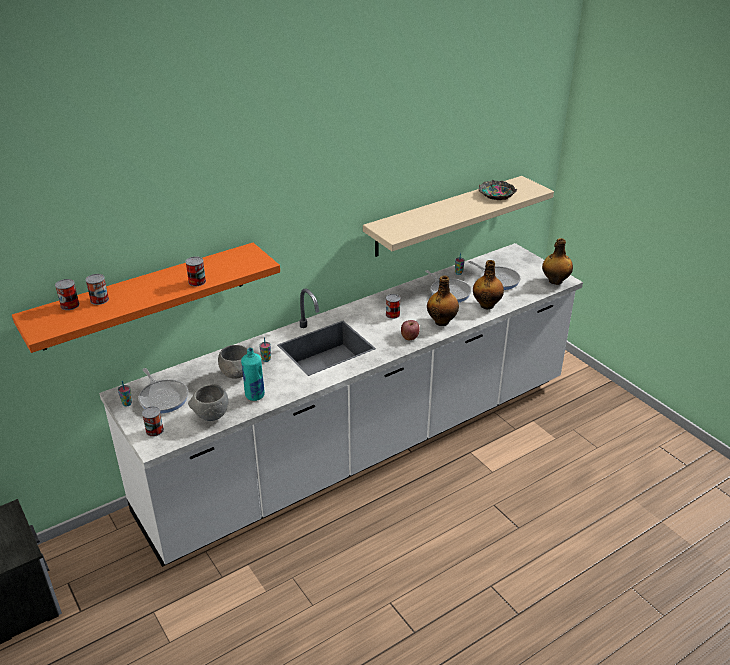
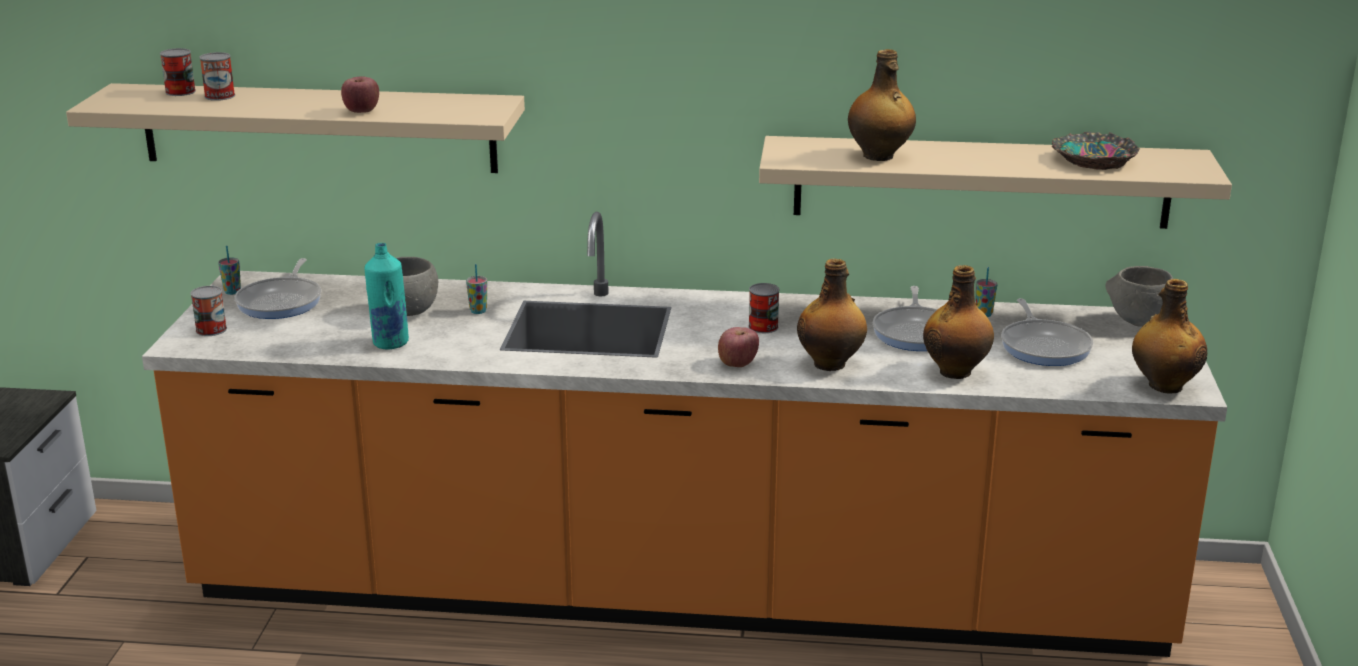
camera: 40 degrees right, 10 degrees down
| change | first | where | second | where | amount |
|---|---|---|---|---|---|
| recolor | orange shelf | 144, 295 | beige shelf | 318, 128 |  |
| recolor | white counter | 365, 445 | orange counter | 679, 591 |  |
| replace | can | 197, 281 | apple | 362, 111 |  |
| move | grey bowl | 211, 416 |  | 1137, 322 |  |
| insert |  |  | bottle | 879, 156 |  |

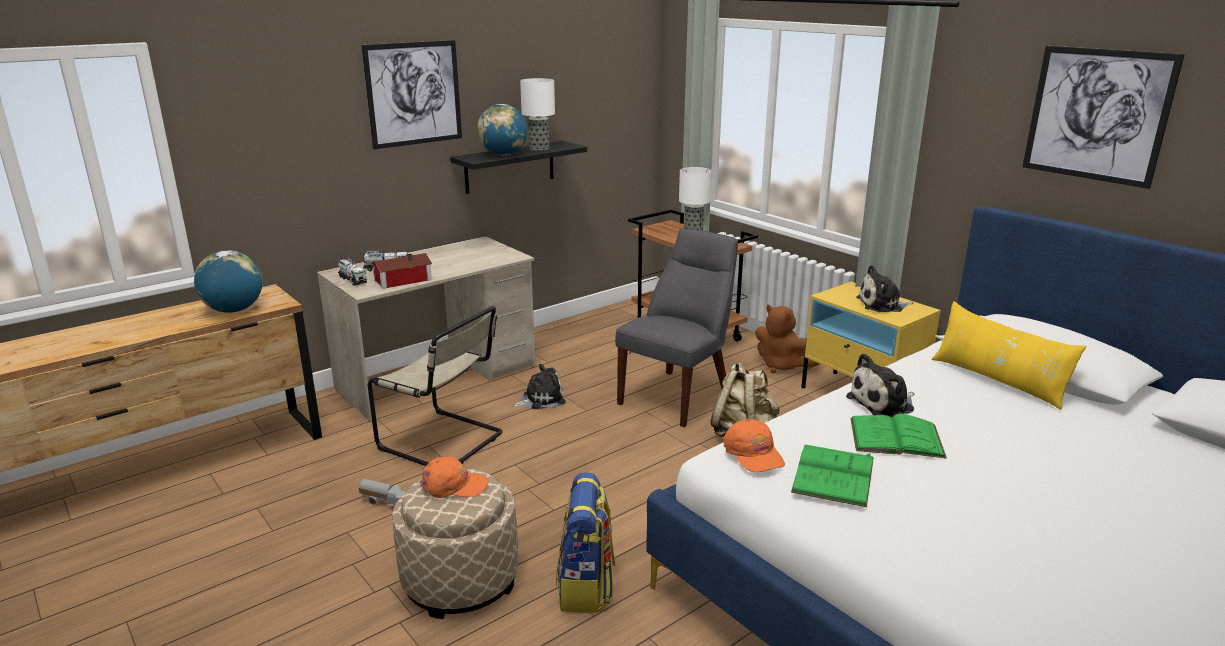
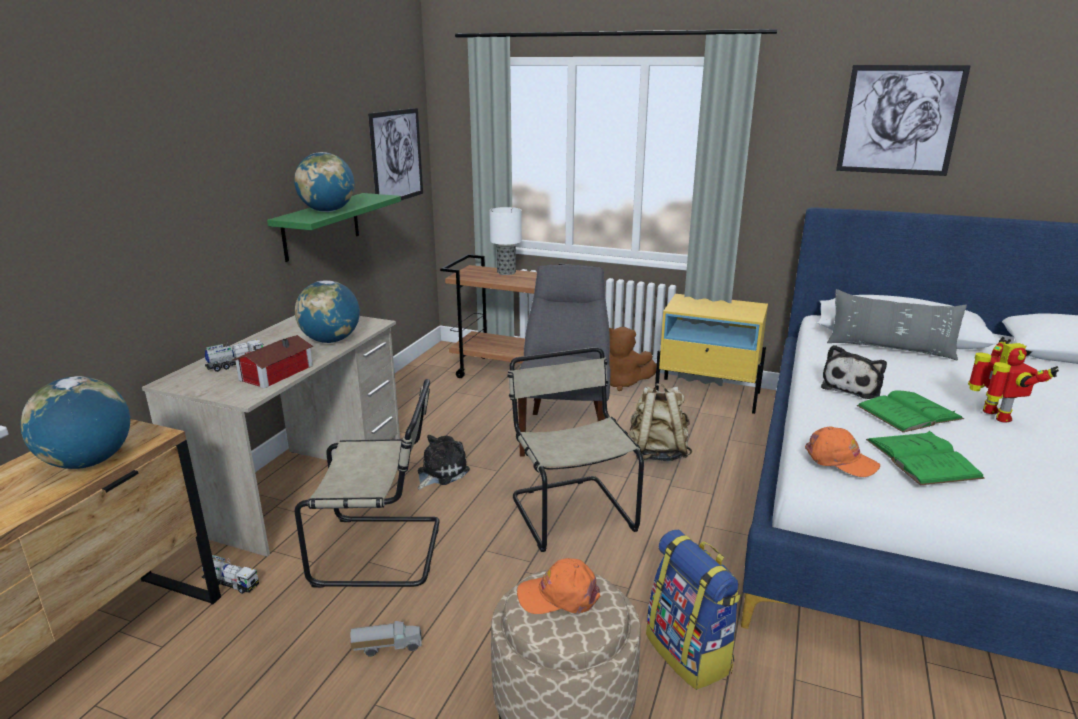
camera: 30 degrees left, 0 degrees up
| change | first | where | second | where | amount |
|---|---|---|---|---|---|
| move | picture | 414, 93 |  | 397, 156 |  |
| delete | table lamp | 540, 148 |  |  |  |
| recolor | black shelf | 510, 167 | green shelf | 321, 226 |  |
| move | toy truck | 352, 280 |  | 231, 583 |  |
| delete | plush toy | 882, 305 |  |  |  |
| recolor | yellow pillow | 997, 381 | grey pillow | 889, 349 |  |
| rotate | orange cap | 453, 485 |  | 559, 595 | 150 degrees counterclockwise |
| insert |  |  | globe | 331, 340 |  |
| insert |  |  | toy robot | 995, 416 |  |
| insert |  |  | beige chair | 570, 511 |  |

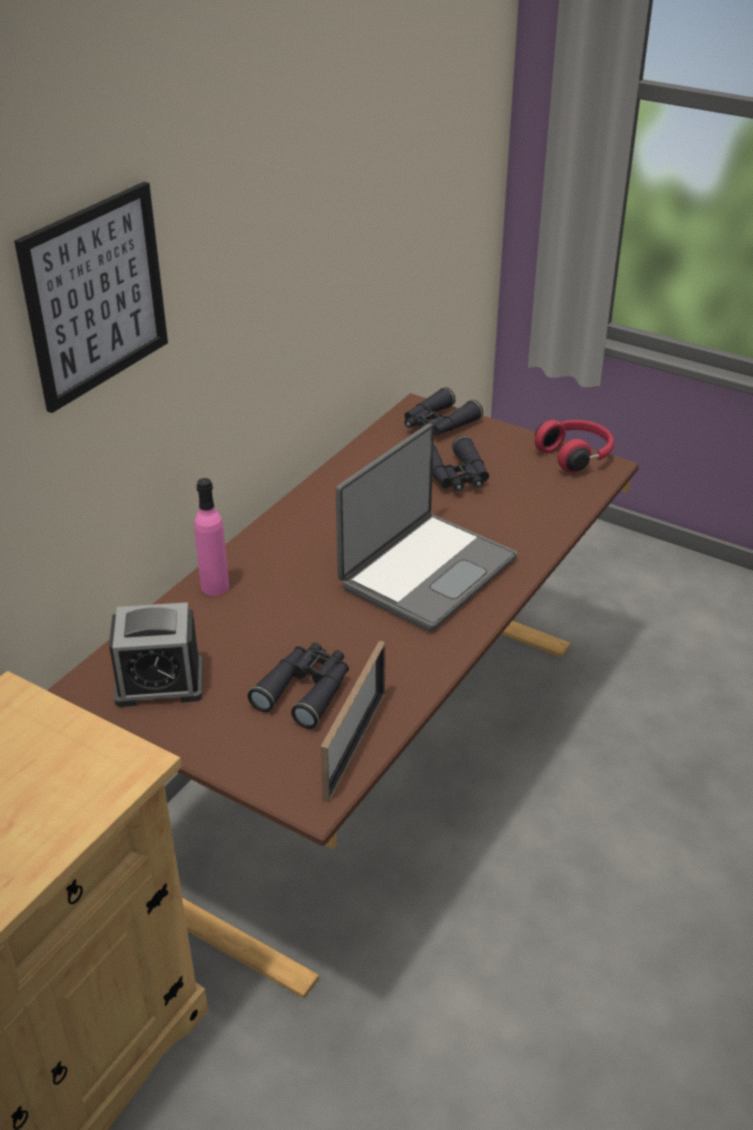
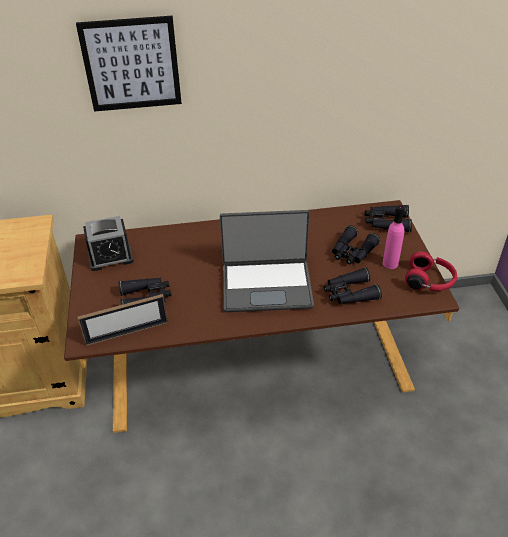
camera: 50 degrees right, 5 degrees up
| change | first | where | second | where | amount |
|---|---|---|---|---|---|
| move | pink bottle | 215, 586 |  | 390, 263 |  |
| rotate | alarm clock | 159, 682 |  | 110, 257 | 60 degrees counterclockwise |
| insert |  |  | black binoculars | 349, 293 |  |

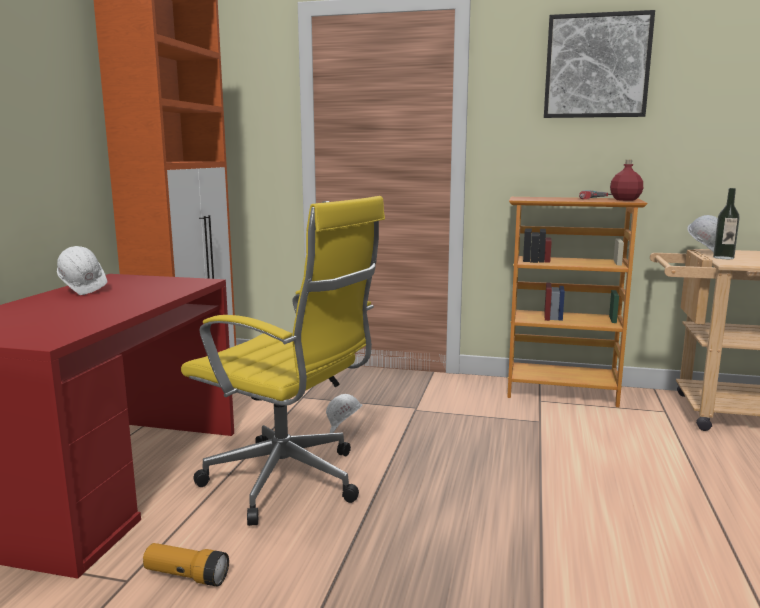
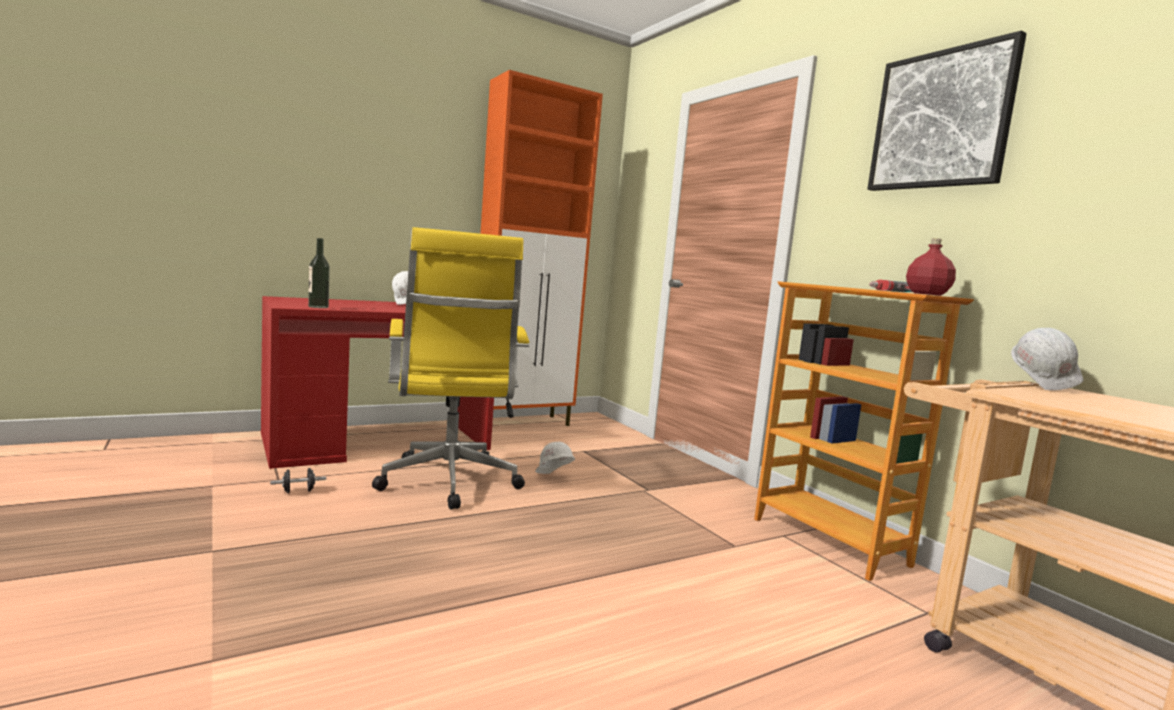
camera: 45 degrees right, 5 degrees down
| change | first | where | second | where | amount |
|---|---|---|---|---|---|
| move | bottle | 723, 257 |  | 318, 307 |  |
| replace | flashlight | 186, 576 | black dumbbell | 298, 491 |  |

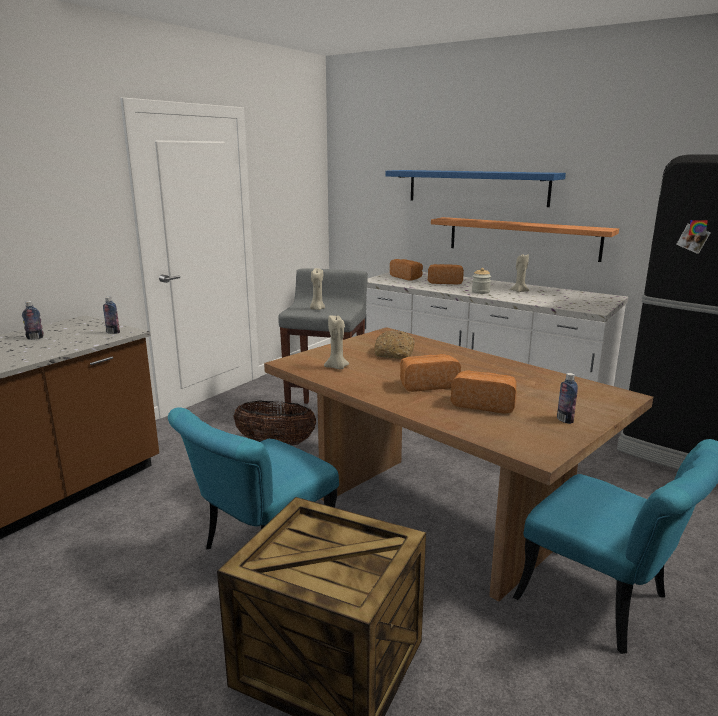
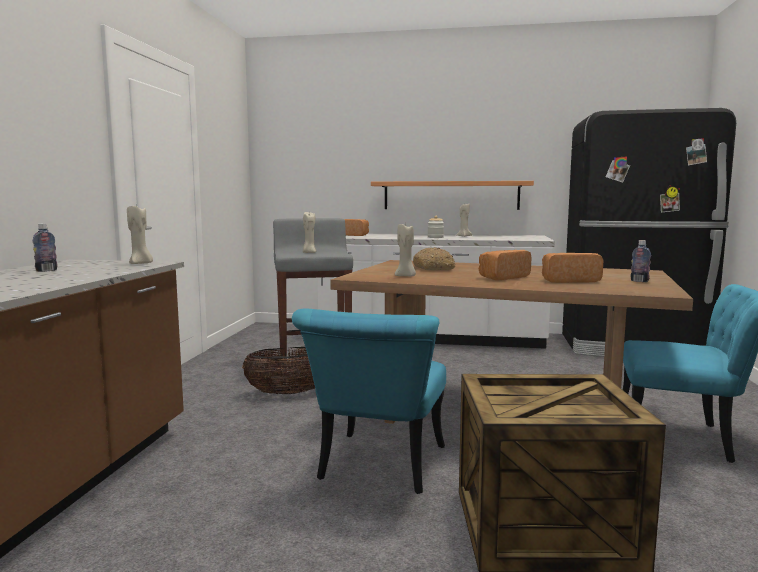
camera: 25 degrees left, 10 degrees down
| change | first | where | second | where | amount |
|---|---|---|---|---|---|
| delete | blue shelf | 476, 187 |  |  |  |
| delete | bread | 445, 282 |  |  |  |
| replace | bottle | 113, 332 | beige candle | 140, 264 |  |

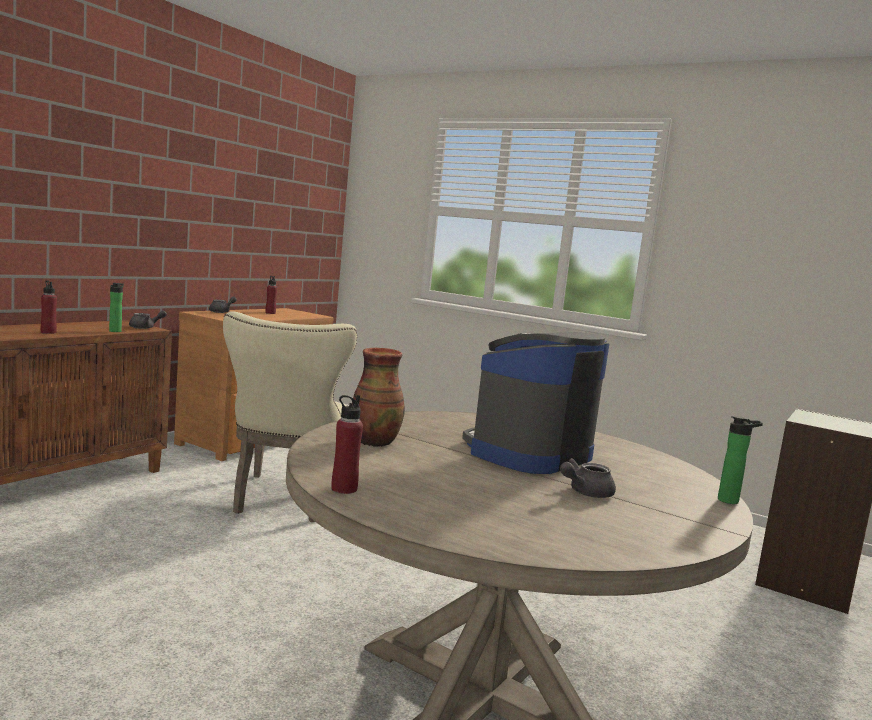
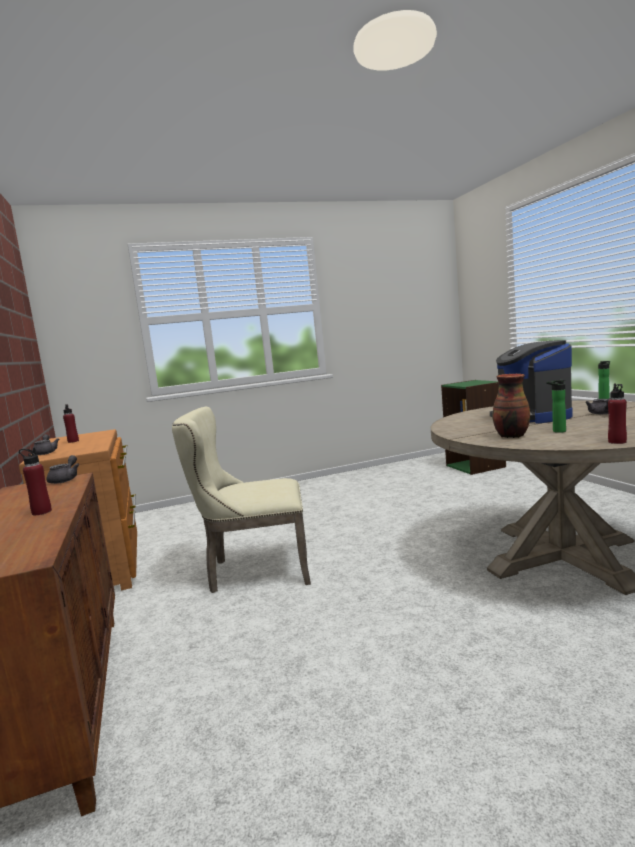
camera: 50 degrees left, 0 degrees up
| change | first | where | second | where | amount |
|---|---|---|---|---|---|
| move | bottle | 116, 331 |  | 557, 431 |  |
| rotate | beige chair | 286, 501 |  | 253, 571 | 135 degrees clockwise |

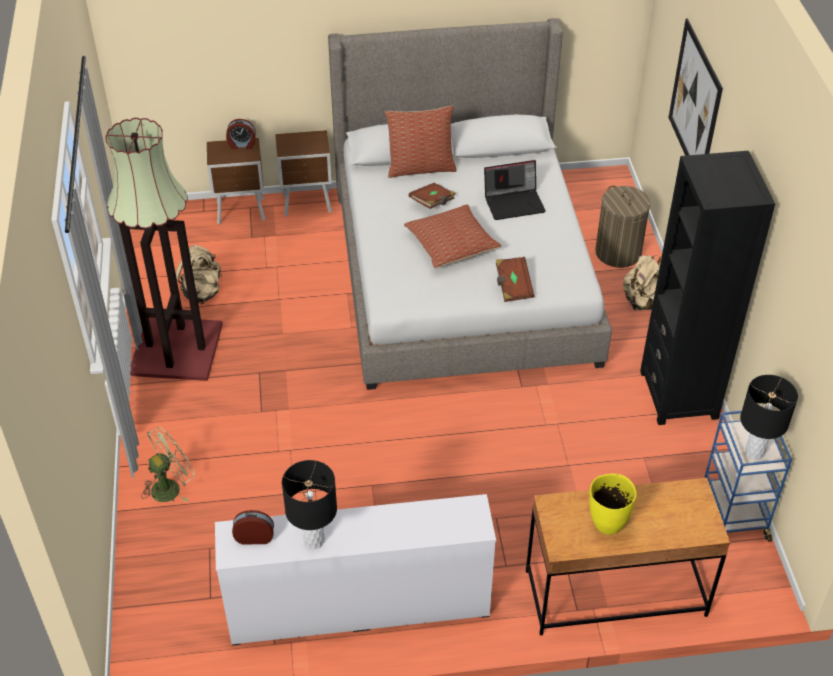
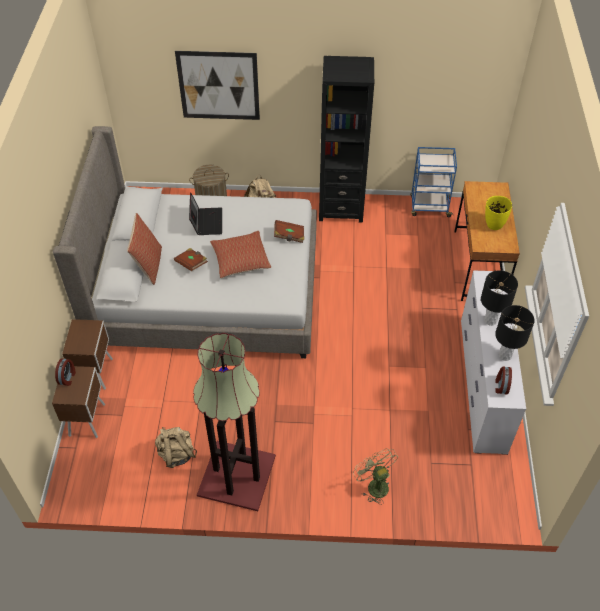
camera: 80 degrees left, 5 degrees up
| change | first | where | second | where | amount |
|---|---|---|---|---|---|
| move | black table lamp | 754, 452 |  | 490, 320 |  |

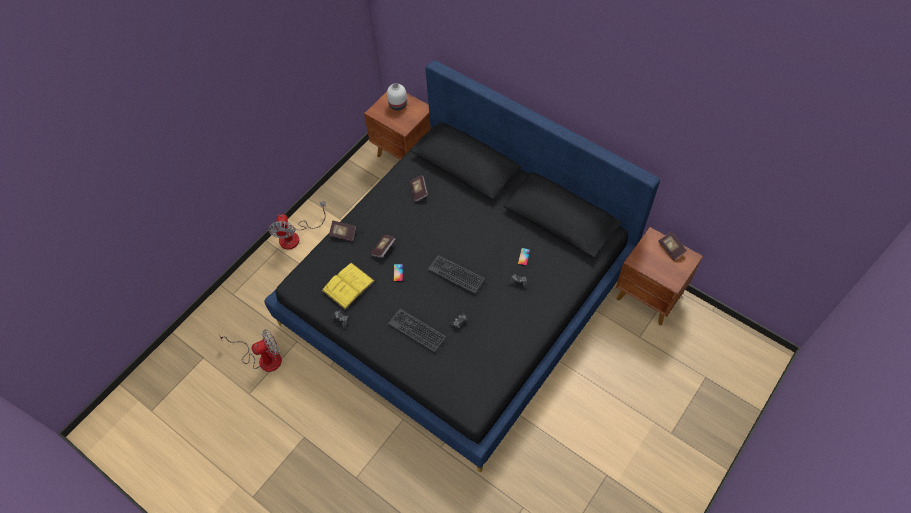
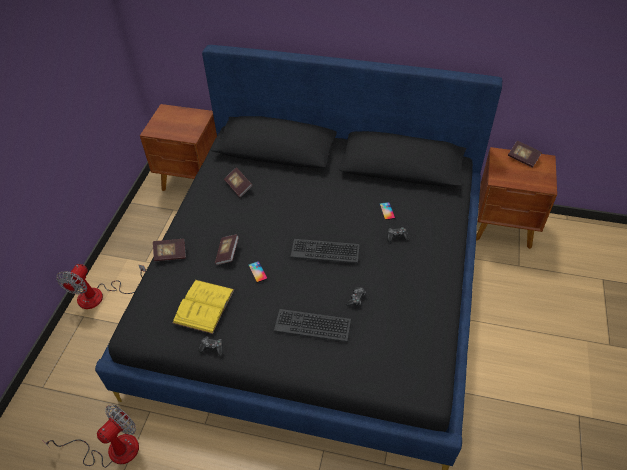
camera: 25 degrees left, 10 degrees down
| change | first | where | second | where | amount |
|---|---|---|---|---|---|
| delete | white vase | 398, 105 |  |  |  |
| rotate | fan | 295, 236 |  | 100, 296 | 45 degrees clockwise |

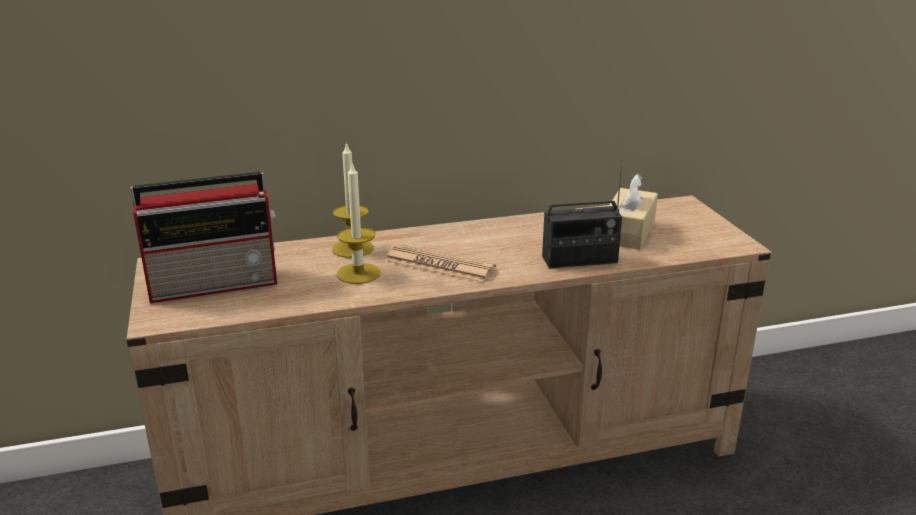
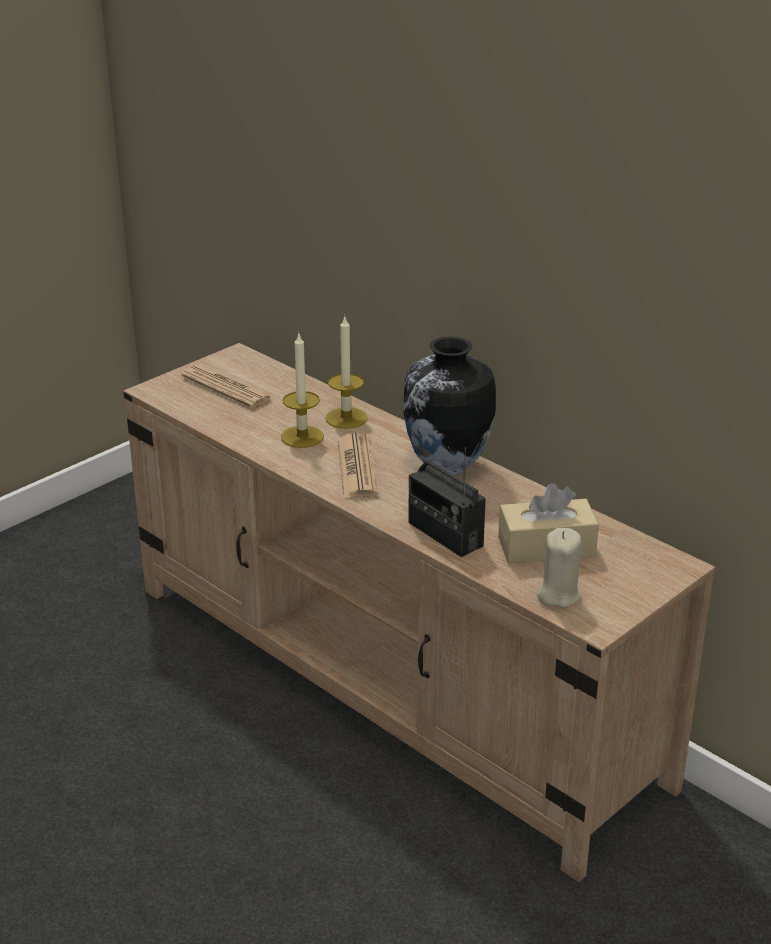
camera: 60 degrees right, 5 degrees up
| change | first | where | second | where | amount |
|---|---|---|---|---|---|
| replace | radio | 216, 284 | newspaper | 227, 388 |  |
| insert |  |  | vase | 446, 467 |  |
| insert |  |  | beige candle | 558, 595 |  |

